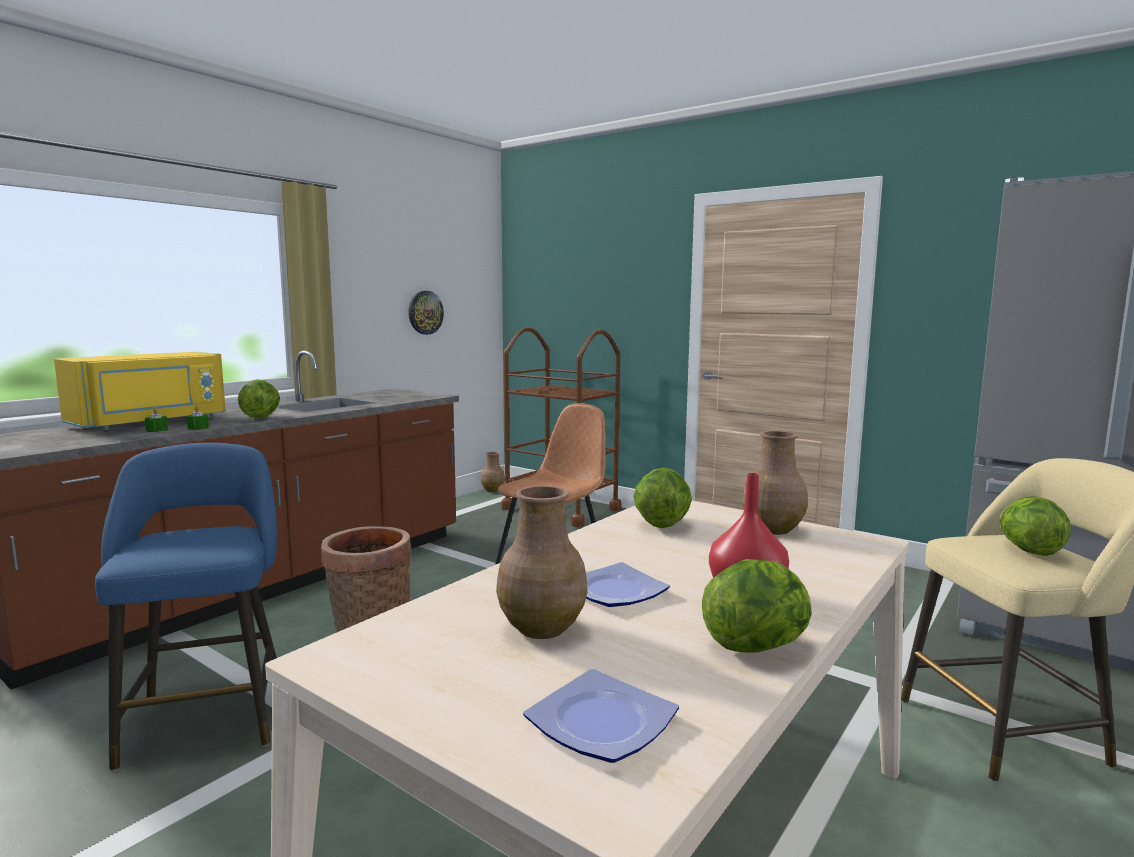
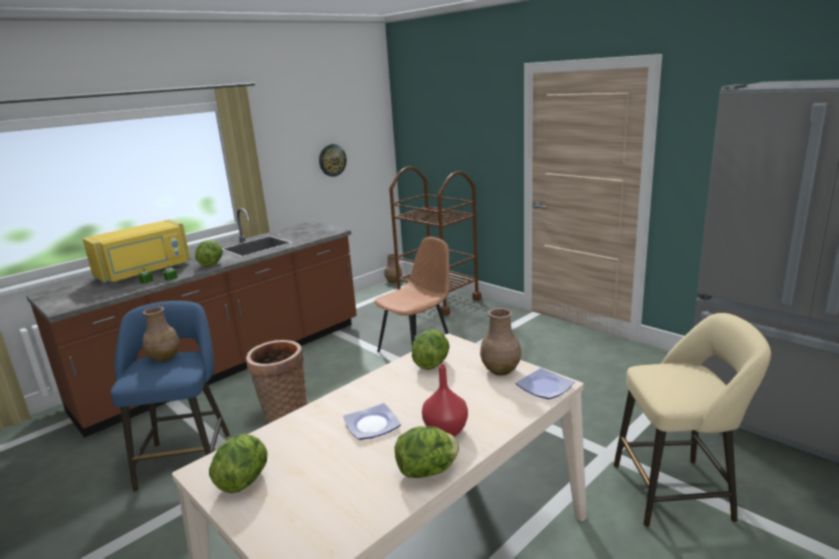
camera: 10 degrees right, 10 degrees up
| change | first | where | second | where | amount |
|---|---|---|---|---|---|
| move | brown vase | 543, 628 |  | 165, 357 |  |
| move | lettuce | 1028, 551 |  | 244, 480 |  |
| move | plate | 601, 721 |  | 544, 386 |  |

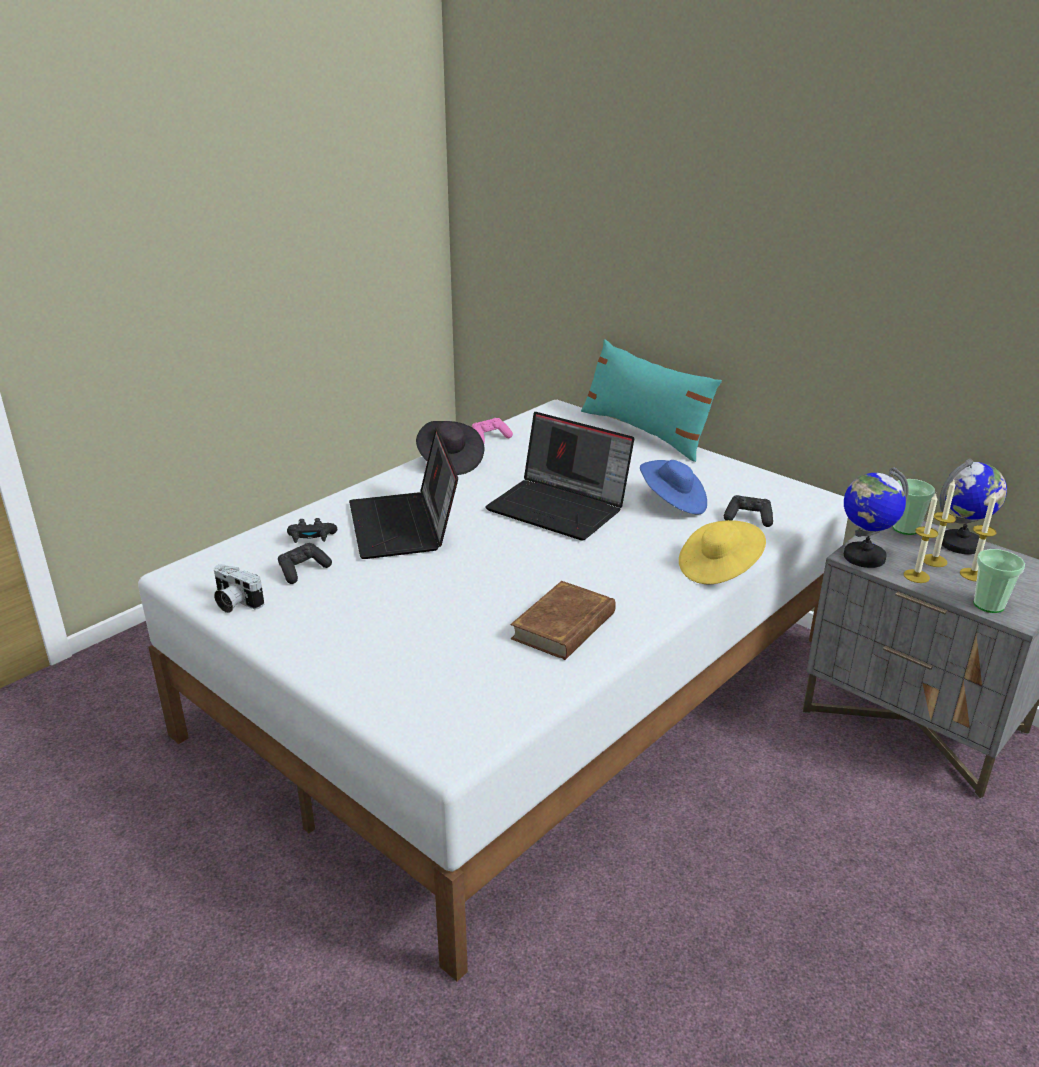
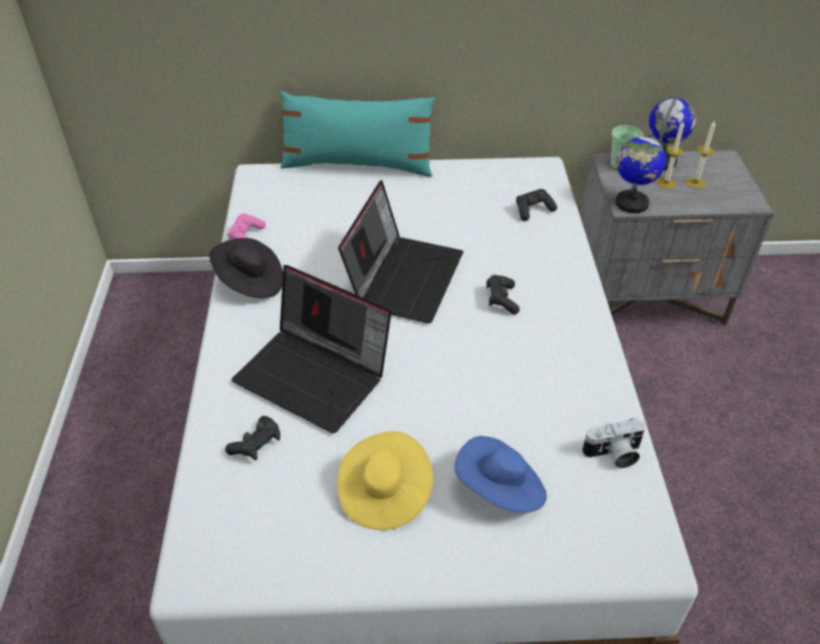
camera: 45 degrees left, 15 degrees up
| change | first | where | second | where | amount |
|---|---|---|---|---|---|
| rotate | laptop | 560, 507 |  | 404, 277 | 60 degrees counterclockwise |
| move | blue hat | 673, 503 |  | 500, 489 |  |
| delete | candle | 916, 576 |  |  |  |
| move | yellow hat | 719, 569 |  | 384, 493 |  |
| move | black game controller | 303, 570 |  | 501, 300 |  |
| delete | cup | 988, 605 |  |  |  |
| move | photo camera | 234, 603 |  | 613, 454 |  |
| delete | brown book | 564, 626 |  |  |  |

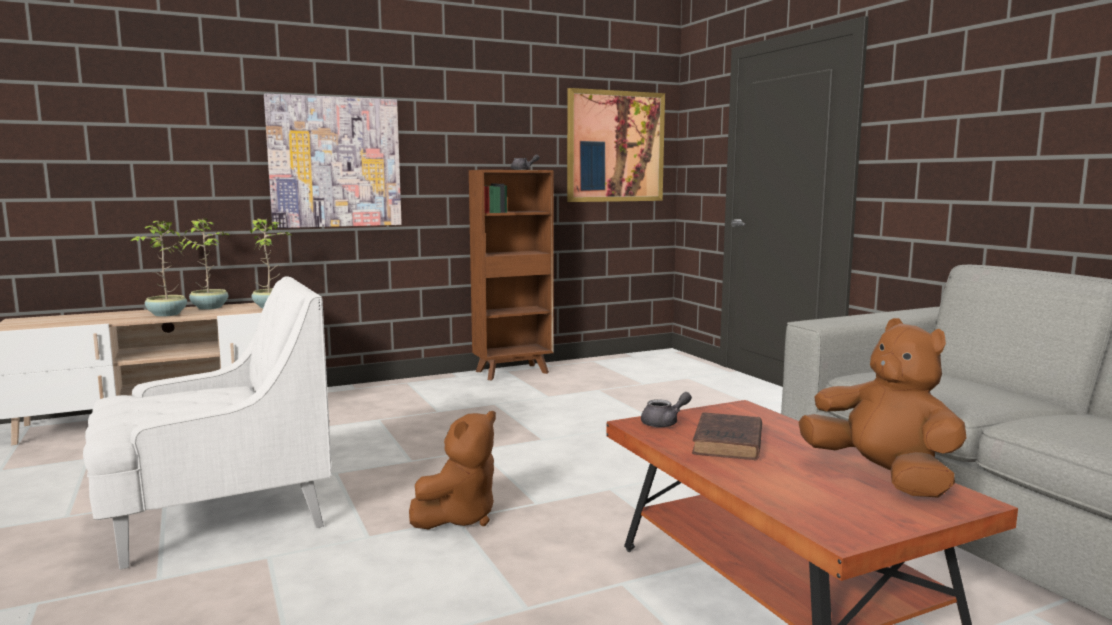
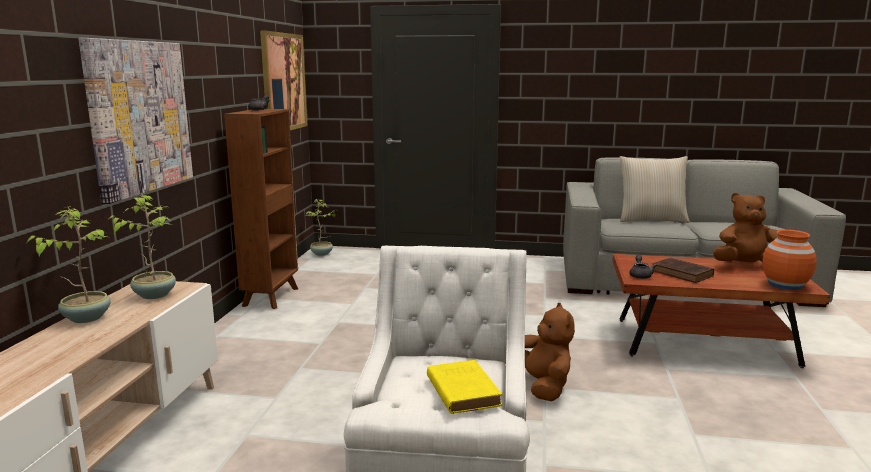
camera: 55 degrees left, 5 degrees up
| change | first | where | second | where | amount |
|---|---|---|---|---|---|
| move | potted plant | 166, 315 |  | 322, 254 |  |
| insert |  |  | beige pillow | 651, 220 |  |
| insert |  |  | orange vase | 785, 285 |  |
| insert |  |  | yellow book | 462, 390 |  |

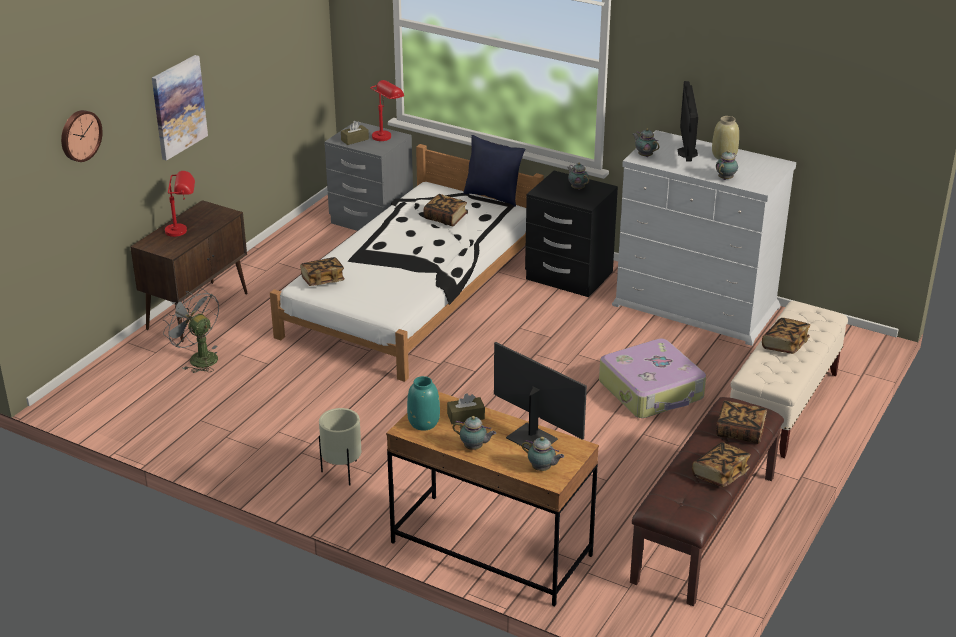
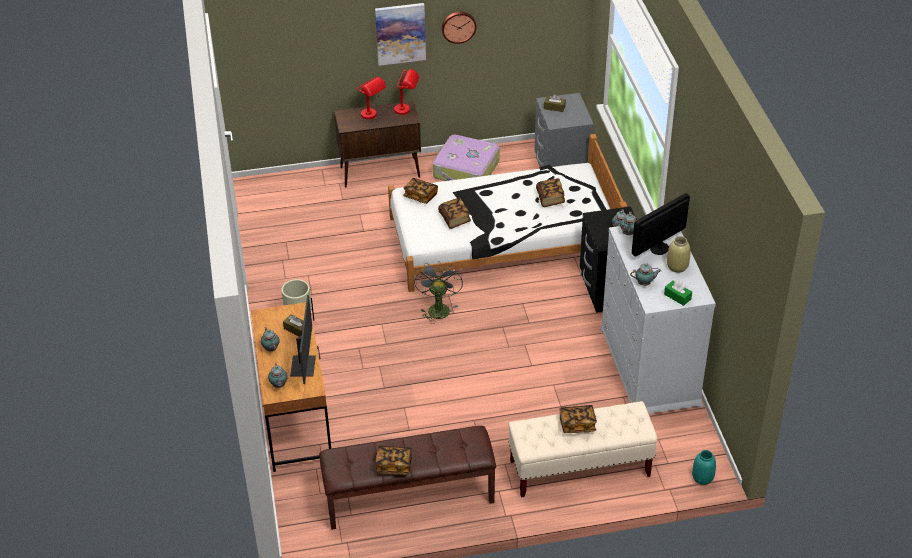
camera: 50 degrees right, 10 degrees up
| change | first | where | second | where | amount |
|---|---|---|---|---|---|
| move | red table lamp | 386, 135 |  | 407, 110 |  |
| move | wall clock | 79, 135 |  | 458, 26 |  |
| delete | blue pillow | 493, 196 |  |  |  |
| move | grey fan | 198, 358 |  | 438, 308 |  |
| move | suitcase | 652, 390 |  | 466, 170 |  |
| move | turquoise vase | 424, 422 |  | 703, 478 |  |
| move | book | 740, 432 |  | 454, 219 |  |
| insert |  |  | green tissue box | 677, 297 |  |

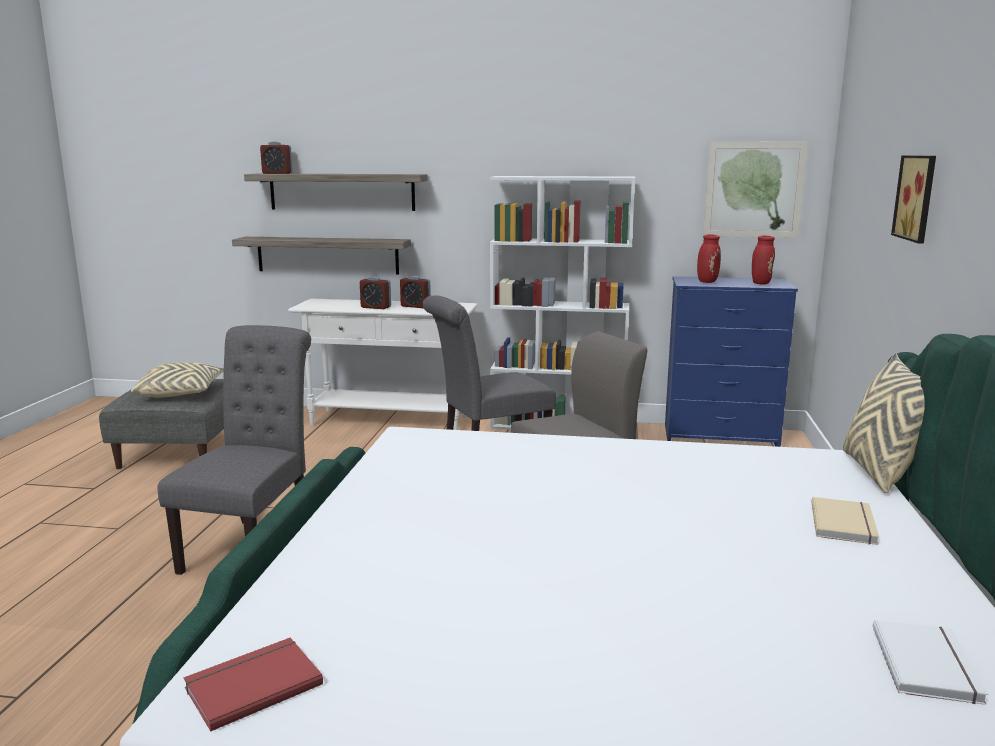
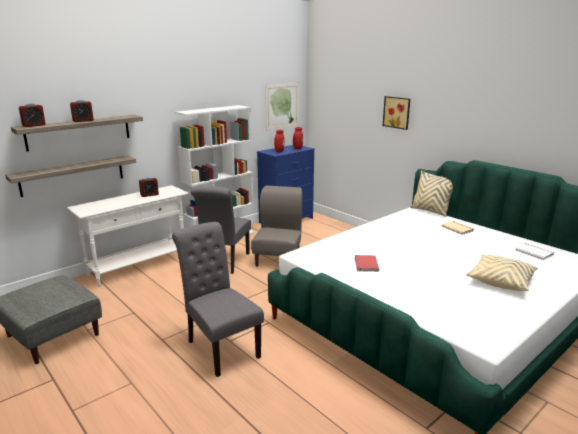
camera: 50 degrees left, 5 degrees up
| change | first | where | second | where | amount |
|---|---|---|---|---|---|
| move | alarm clock | 376, 307 |  | 83, 121 |  |
| move | beige pillow | 181, 393 |  | 500, 281 |  |
| move | red book | 252, 684 |  | 365, 264 |  |

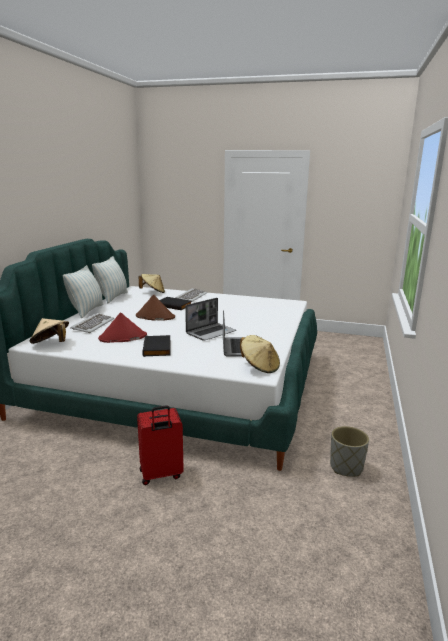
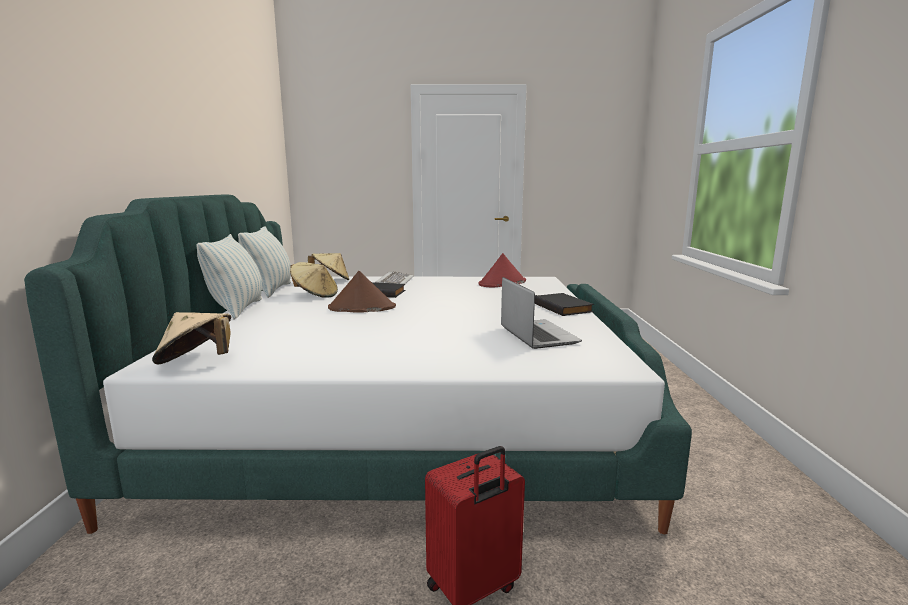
camera: 15 degrees left, 5 degrees down
| change | first | where | second | where | amount |
|---|---|---|---|---|---|
| delete | laptop | 211, 332 |  |  |  |
| delete | keyboard | 92, 325 |  |  |  |
| move | red hat | 122, 337 |  | 502, 283 |  |
| move | black book | 158, 348 |  | 563, 307 |  |
| move | beige hat | 259, 367 |  | 315, 295 |  |
| delete | grey planter | 346, 467 |  |  |  |

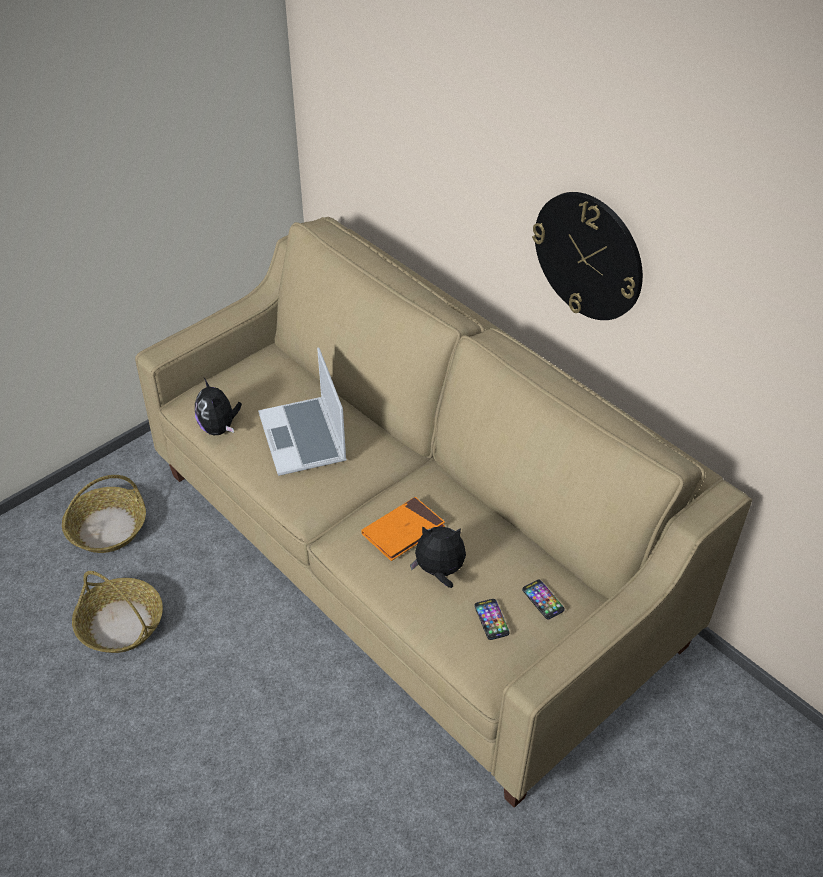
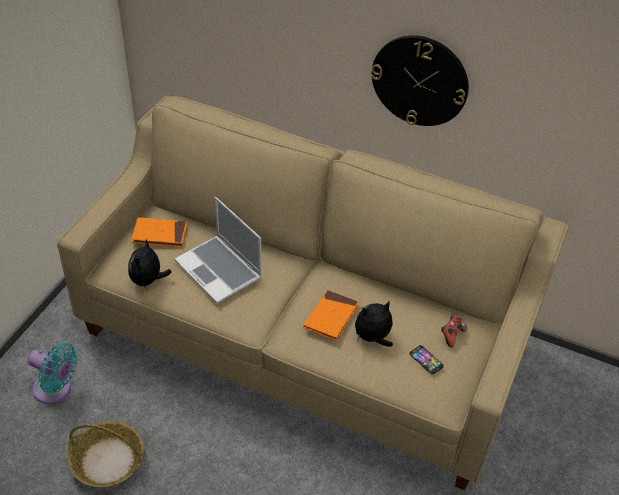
camera: 25 degrees left, 0 degrees up
| change | first | where | second | where | amount |
|---|---|---|---|---|---|
| rotate | plush toy | 219, 428 |  | 148, 281 | 60 degrees clockwise |
| replace | basket | 107, 528 | turquoise fan | 56, 390 |  |
| replace | phone | 543, 600 | game controller | 451, 335 |  |
| insert |  |  | orange book | 160, 234 |  |

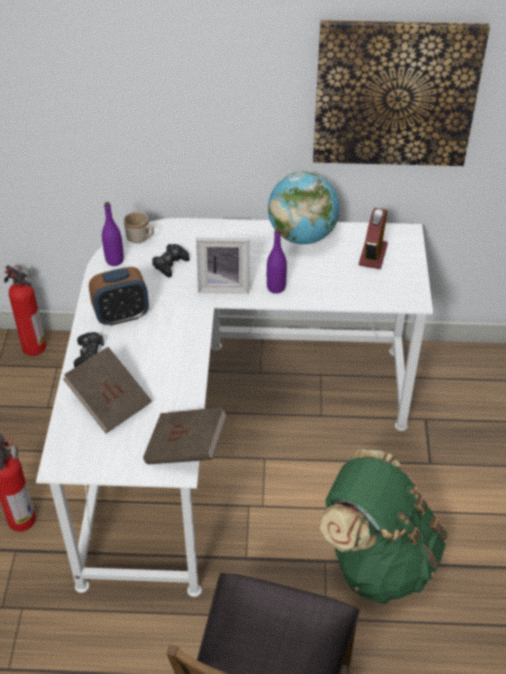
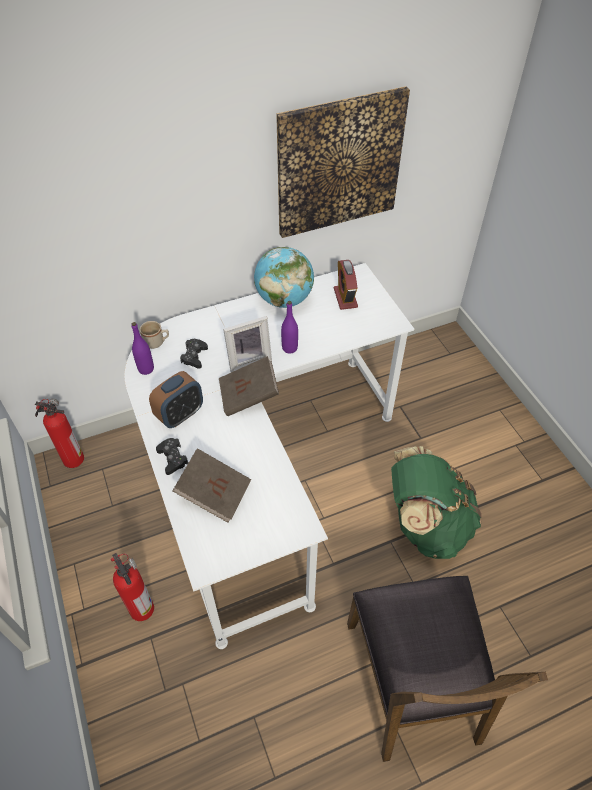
camera: 25 degrees left, 5 degrees up
| change | first | where | second | where | amount |
|---|---|---|---|---|---|
| move | brown book | 186, 449 |  | 249, 396 |  |

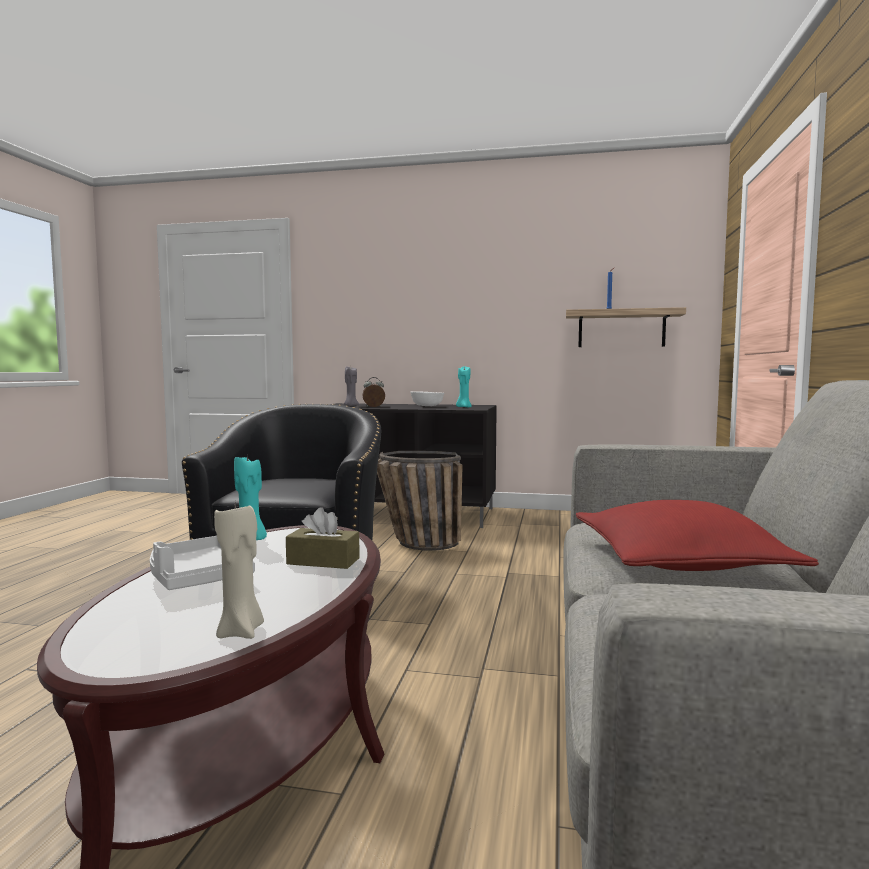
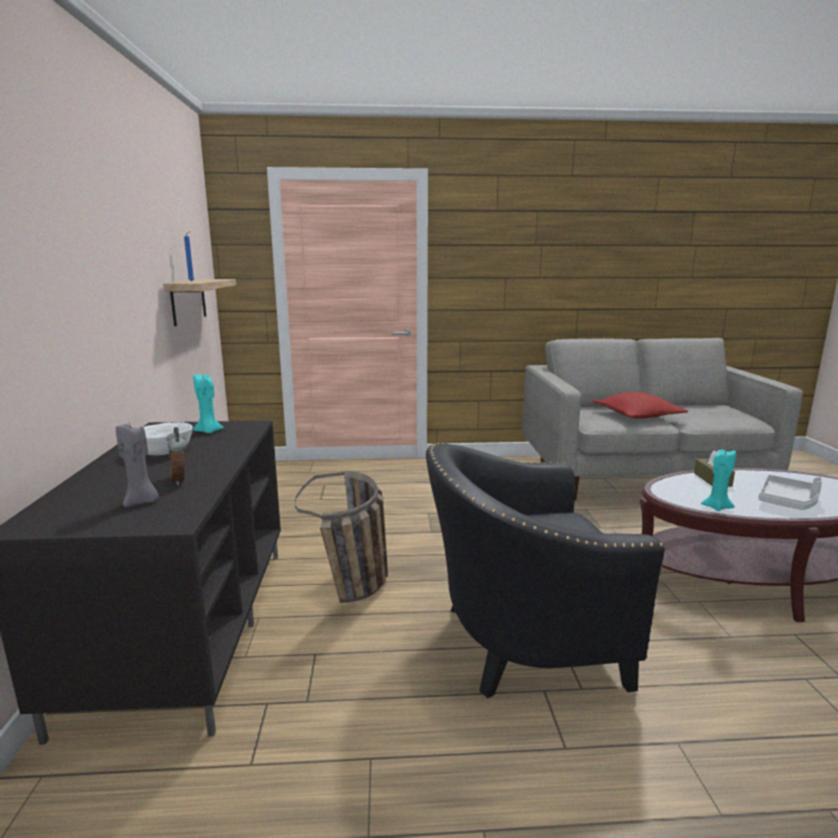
camera: 105 degrees left, 10 degrees up
| change | first | where | second | where | amount |
|---|---|---|---|---|---|
| delete | beige candle | 241, 632 |  |  |  |

